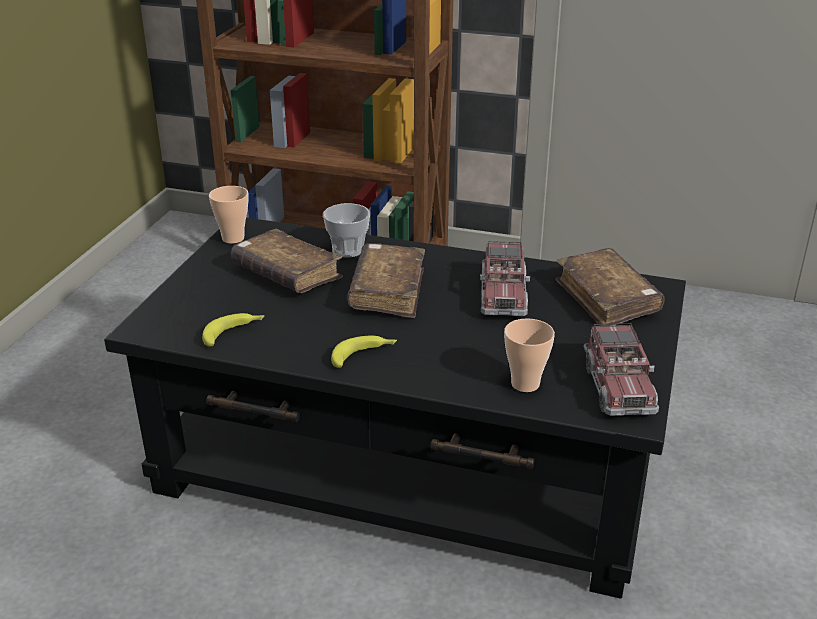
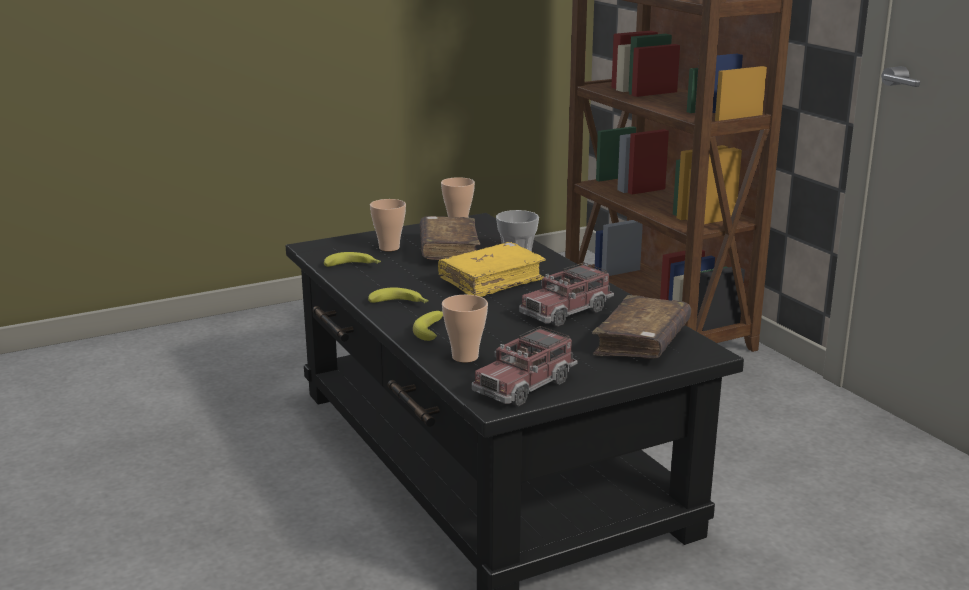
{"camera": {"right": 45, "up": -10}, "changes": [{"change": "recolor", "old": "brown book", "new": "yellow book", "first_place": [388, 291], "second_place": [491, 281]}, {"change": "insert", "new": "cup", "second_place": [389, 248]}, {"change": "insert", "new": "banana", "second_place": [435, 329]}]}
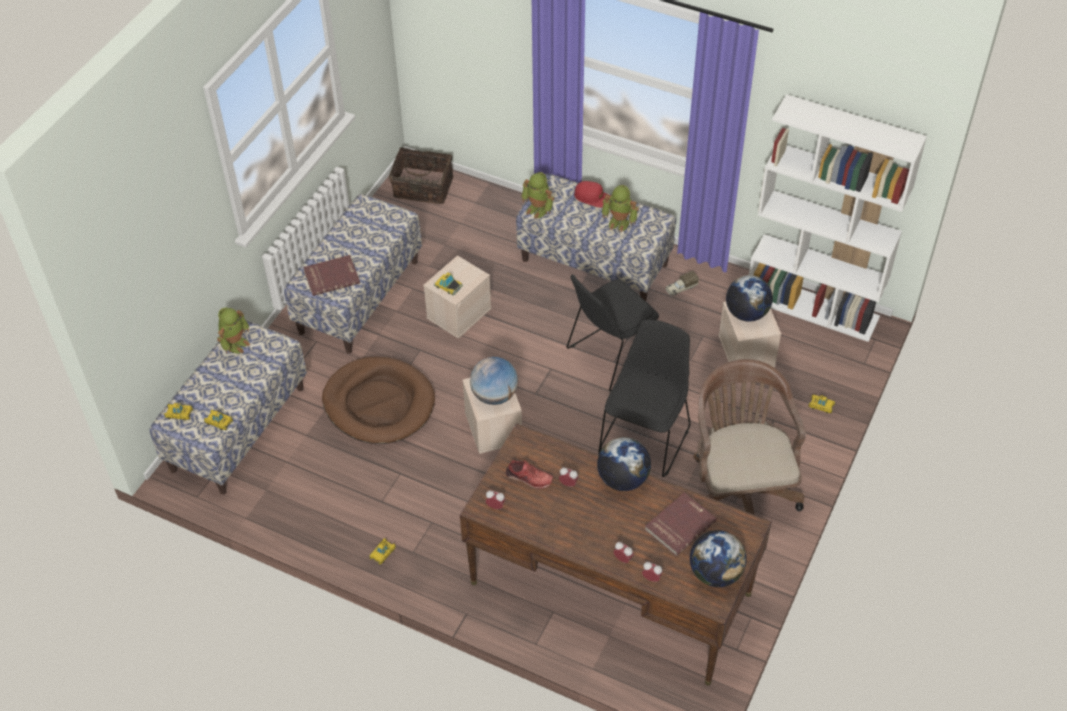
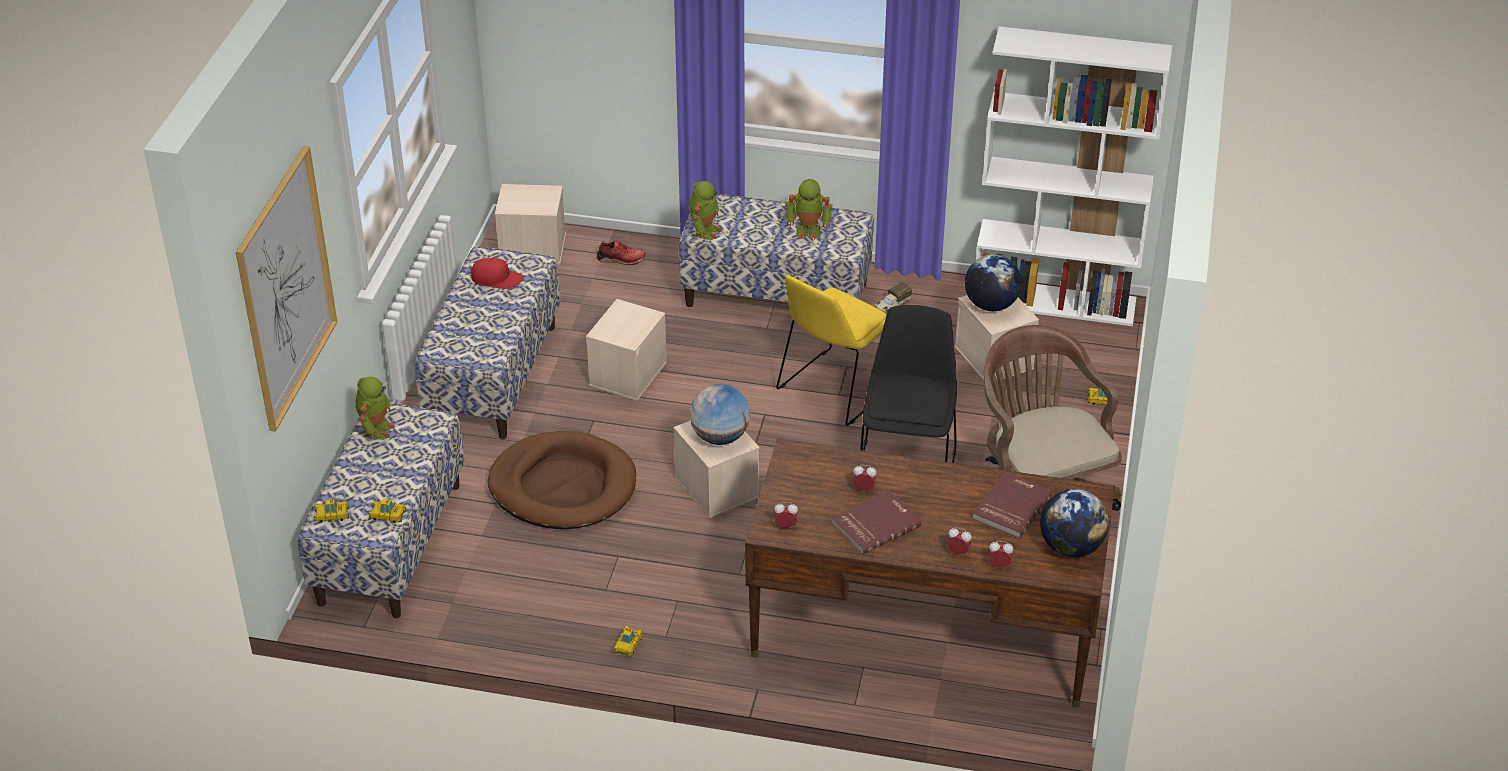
{"camera": {"right": -15, "up": -10}, "changes": [{"change": "move", "old": "red book", "first_place": [331, 276], "second_place": [875, 524]}, {"change": "replace", "old": "basket", "new": "beige storage box", "first_place": [422, 189], "second_place": [531, 248]}, {"change": "delete", "old": "toy car", "first_place": [448, 286]}, {"change": "move", "old": "red shoe", "first_place": [529, 478], "second_place": [620, 259]}, {"change": "rotate", "old": "toy robot", "first_place": [538, 209], "second_place": [704, 230], "degrees": -90}, {"change": "recolor", "old": "black chair", "new": "yellow chair", "first_place": [611, 357], "second_place": [833, 390]}, {"change": "move", "old": "red cap", "first_place": [593, 197], "second_place": [497, 279]}, {"change": "delete", "old": "globe", "first_place": [622, 479]}, {"change": "insert", "new": "picture", "second_place": [286, 288]}]}
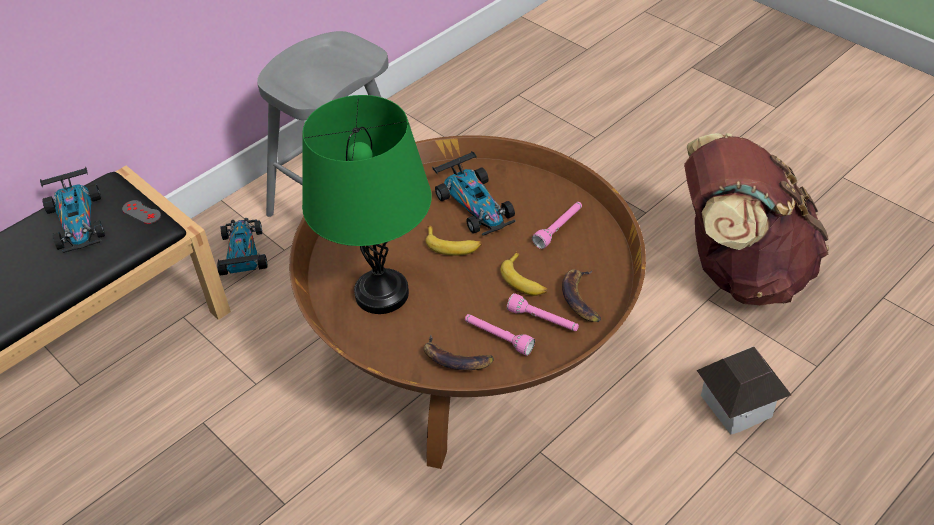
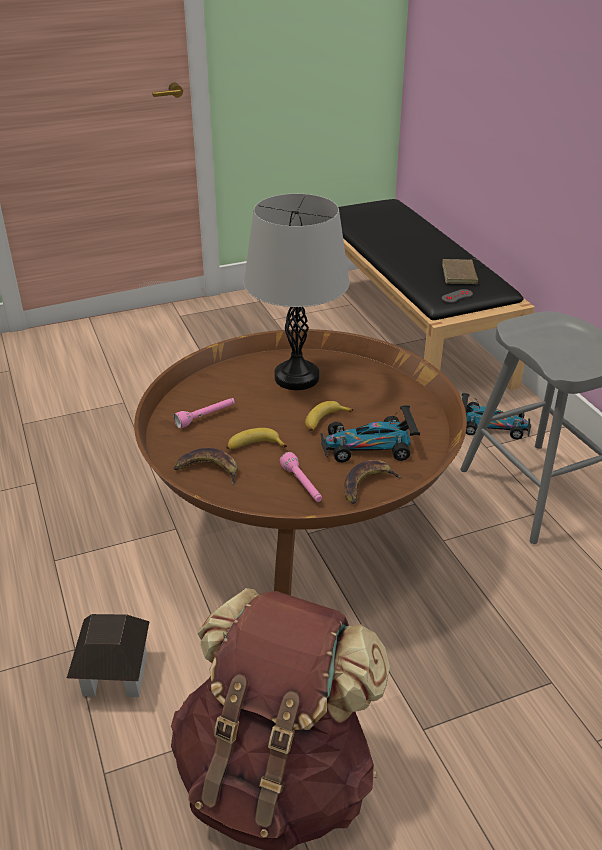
{"camera": {"right": 110, "up": -10}, "changes": [{"change": "replace", "old": "toy car", "new": "brown book", "first_place": [78, 221], "second_place": [461, 274]}, {"change": "recolor", "old": "green table lamp", "new": "grey table lamp", "first_place": [382, 293], "second_place": [297, 377]}, {"change": "move", "old": "banana", "first_place": [455, 359], "second_place": [367, 485]}, {"change": "delete", "old": "pink flashlight", "first_place": [543, 320]}]}
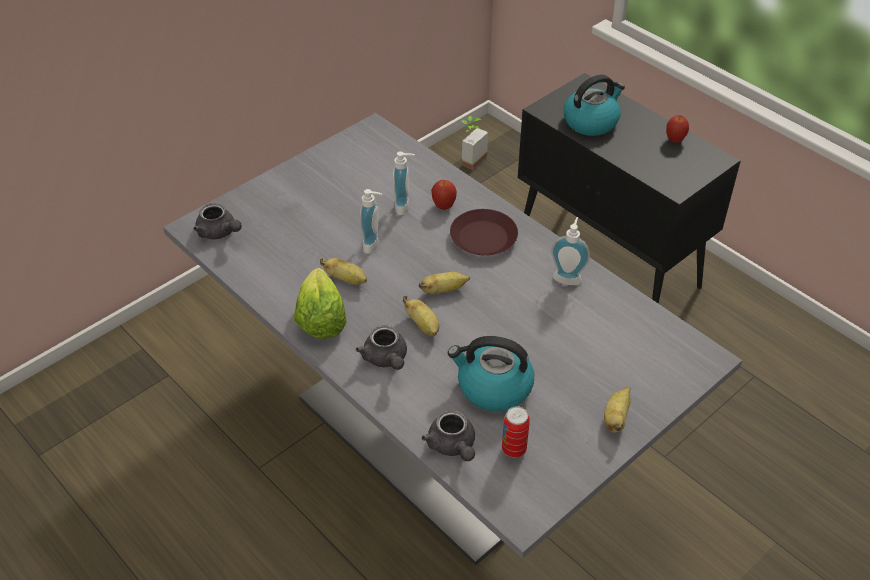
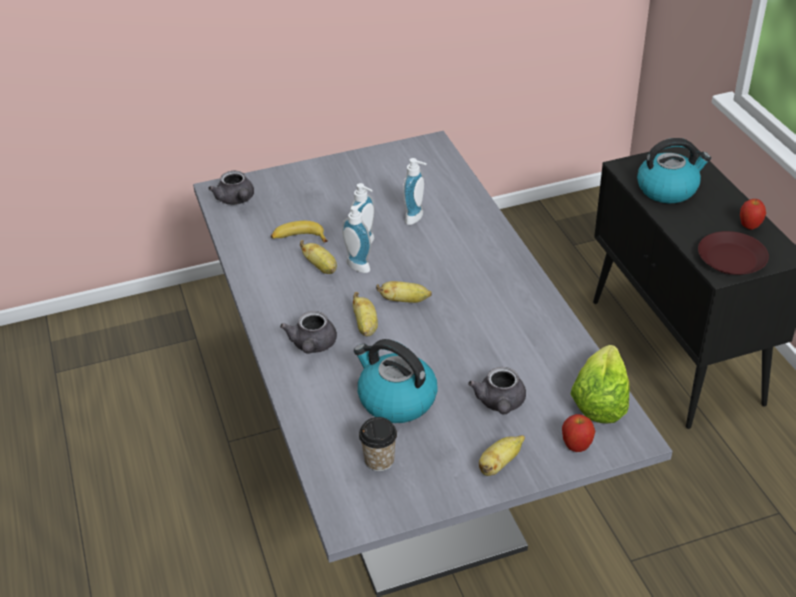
{"camera": {"right": 25, "up": -5}, "changes": [{"change": "move", "old": "lettuce", "first_place": [320, 319], "second_place": [599, 401]}, {"change": "move", "old": "grey teapot", "first_place": [453, 446], "second_place": [500, 404]}, {"change": "move", "old": "apple", "first_place": [443, 206], "second_place": [576, 446]}, {"change": "move", "old": "brown plate", "first_place": [483, 238], "second_place": [731, 259]}, {"change": "delete", "old": "potted plant", "first_place": [469, 159]}, {"change": "replace", "old": "can", "new": "cup", "first_place": [514, 449], "second_place": [379, 460]}, {"change": "move", "old": "soap dispenser", "first_place": [568, 277], "second_place": [360, 264]}, {"change": "insert", "new": "banana", "second_place": [298, 238]}]}
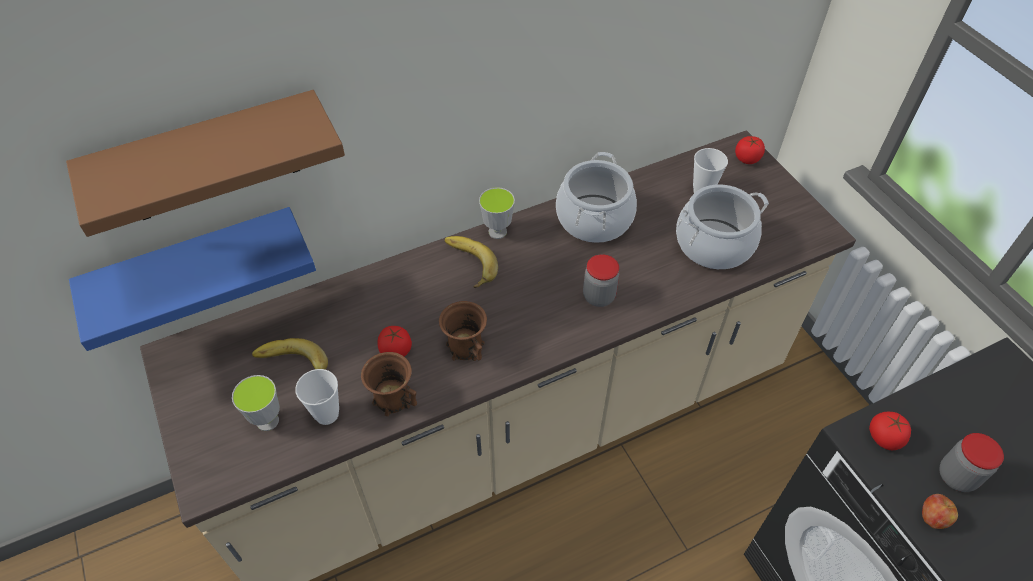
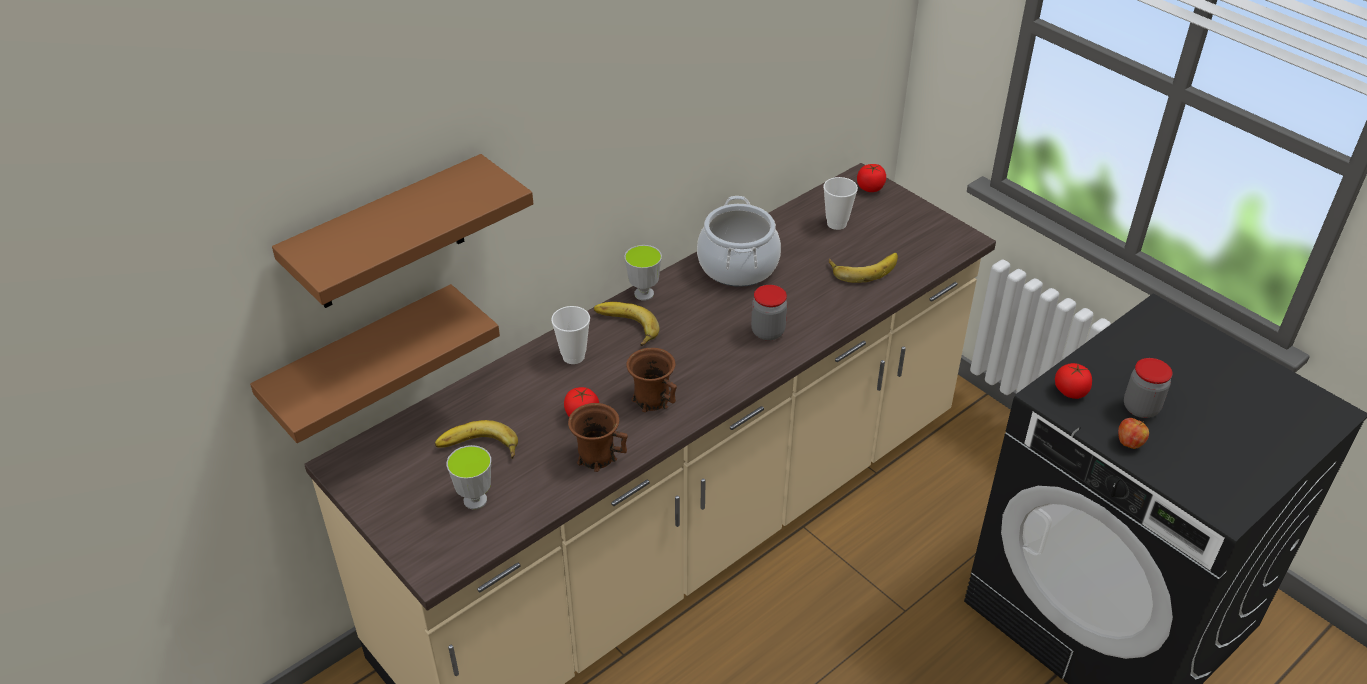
{"camera": {"right": -15, "up": -10}, "changes": [{"change": "recolor", "old": "blue shelf", "new": "brown shelf", "first_place": [196, 268], "second_place": [362, 364]}, {"change": "move", "old": "cup", "first_place": [327, 414], "second_place": [573, 356]}, {"change": "replace", "old": "cooking pot", "new": "banana", "first_place": [713, 244], "second_place": [863, 267]}]}
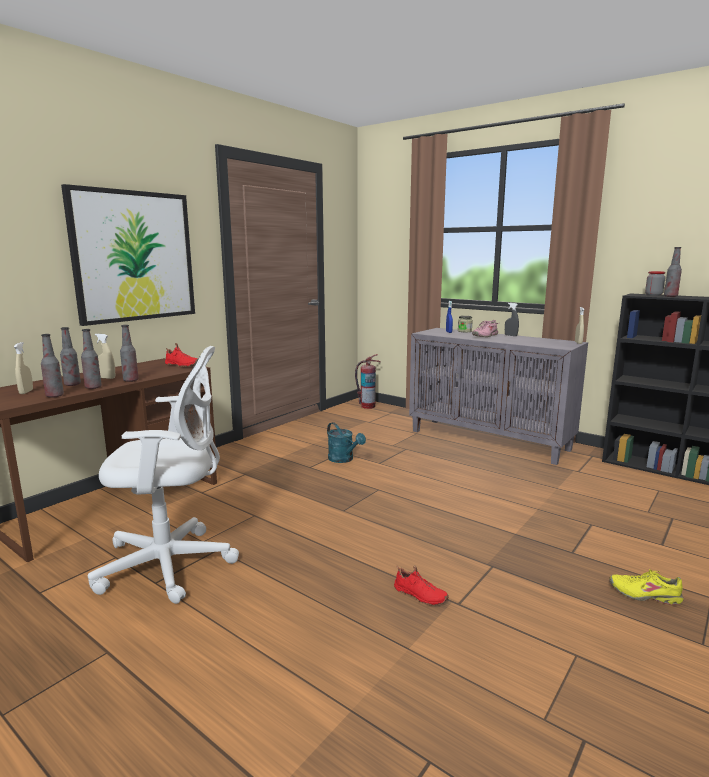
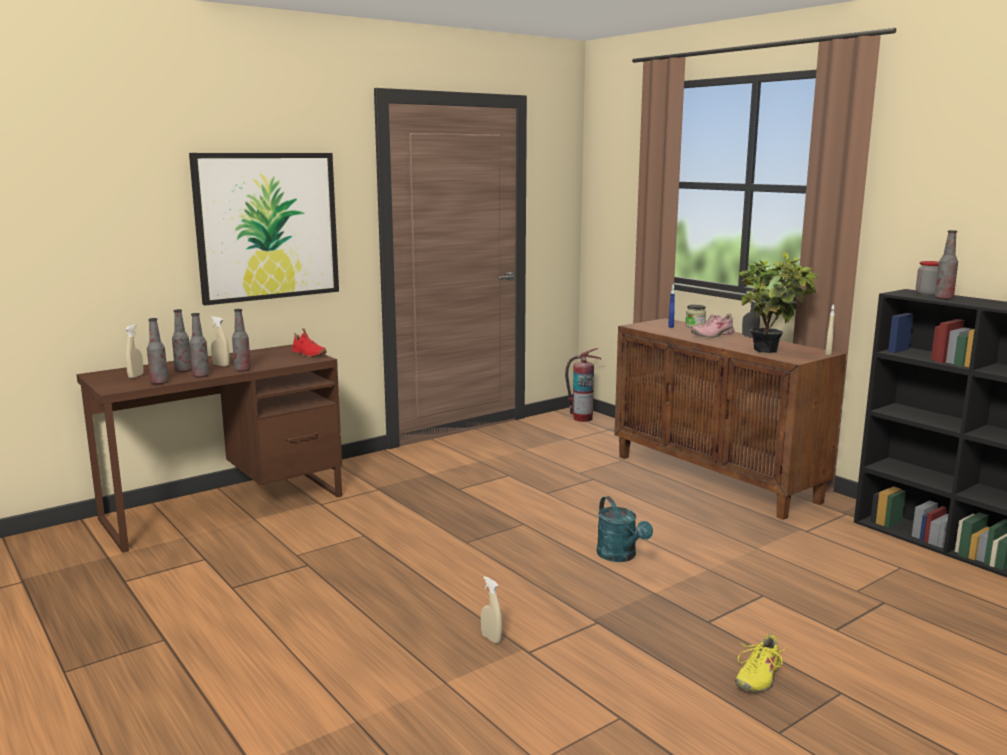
{"camera": {"right": 15, "up": 0}, "changes": [{"change": "delete", "old": "white office chair", "first_place": [172, 564]}, {"change": "move", "old": "turquoise watering can", "first_place": [344, 459], "second_place": [620, 556]}, {"change": "replace", "old": "red shoe", "new": "beige spray bottle", "first_place": [419, 596], "second_place": [491, 638]}, {"change": "recolor", "old": "grey cabinet", "new": "brown cabinet", "first_place": [489, 440], "second_place": [716, 478]}, {"change": "rotate", "old": "yellow shoe", "first_place": [644, 594], "second_place": [757, 676], "degrees": -90}, {"change": "insert", "new": "potted plant", "second_place": [772, 351]}]}
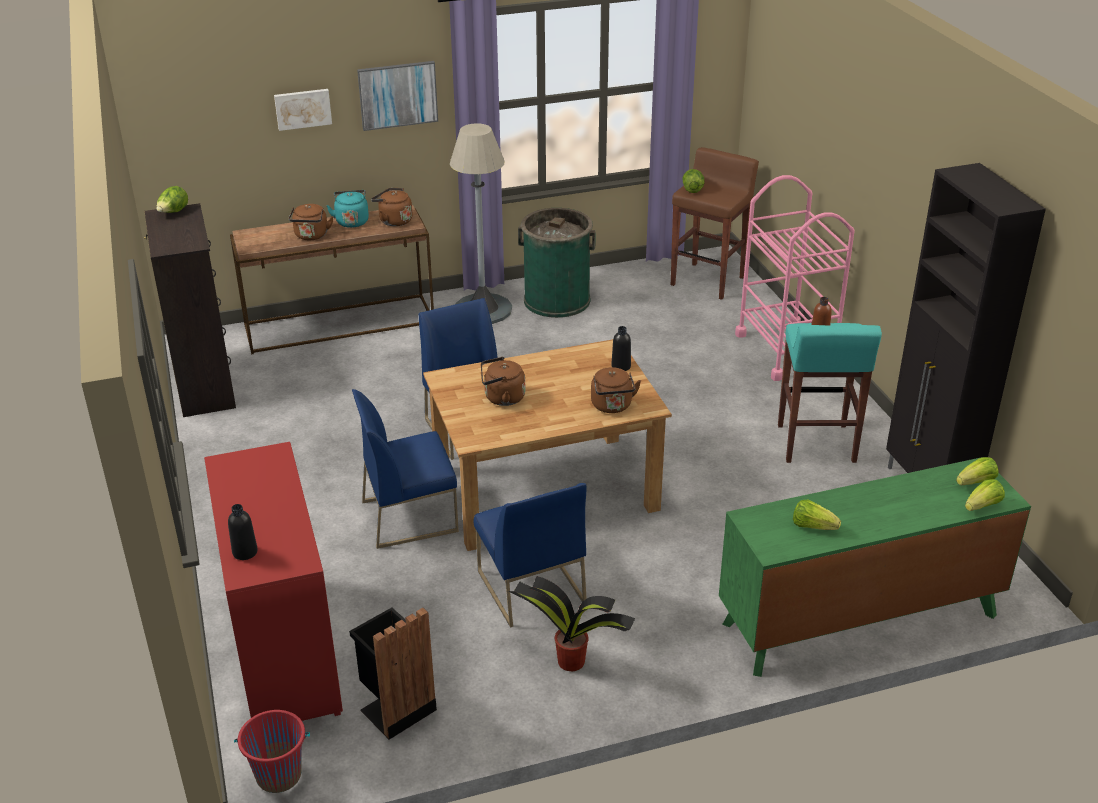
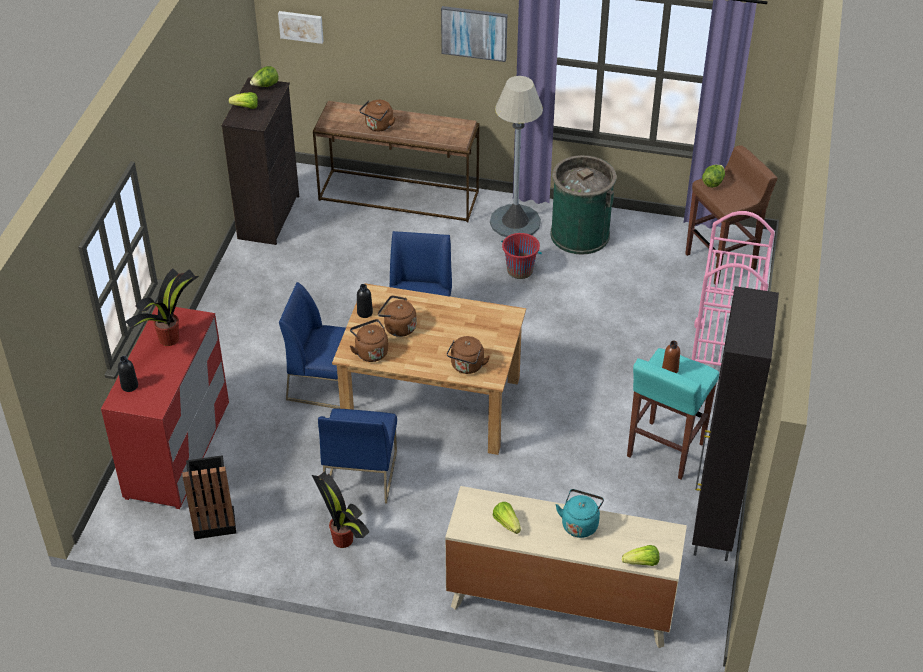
{"camera": {"right": 30, "up": 10}, "changes": [{"change": "move", "old": "red bucket", "first_place": [279, 775], "second_place": [520, 270]}, {"change": "move", "old": "picture", "first_place": [303, 108], "second_place": [301, 26]}, {"change": "move", "old": "turquoise kettle", "first_place": [351, 221], "second_place": [580, 524]}, {"change": "move", "old": "brown kettle", "first_place": [393, 221], "second_place": [370, 351]}, {"change": "move", "old": "black bottle", "first_place": [621, 366], "second_place": [365, 313]}, {"change": "recolor", "old": "green dresser", "new": "beige dresser", "first_place": [859, 620], "second_place": [560, 602]}, {"change": "move", "old": "lettuce", "first_place": [976, 483], "second_place": [245, 107]}, {"change": "insert", "new": "potted plant", "second_place": [170, 338]}]}
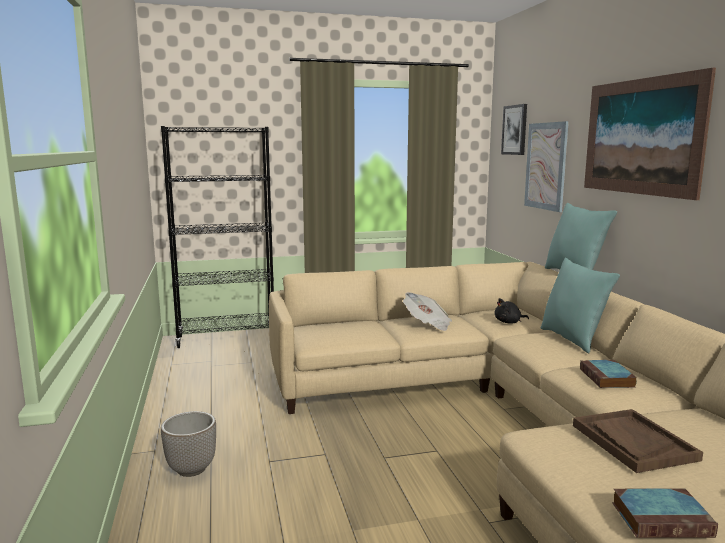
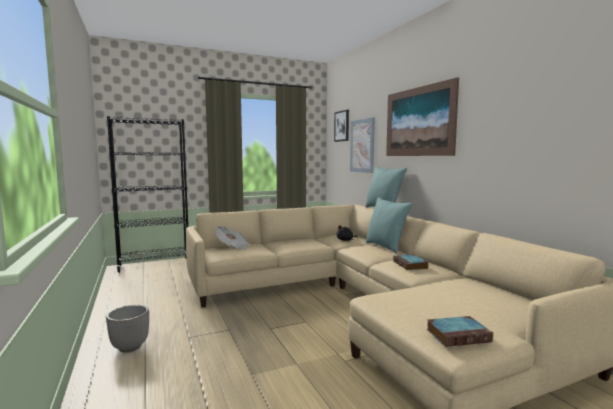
{"camera": {"right": -10, "up": -5}, "changes": [{"change": "move", "old": "newspaper", "first_place": [427, 324], "second_place": [233, 247]}, {"change": "delete", "old": "brown tray", "first_place": [633, 442]}]}
